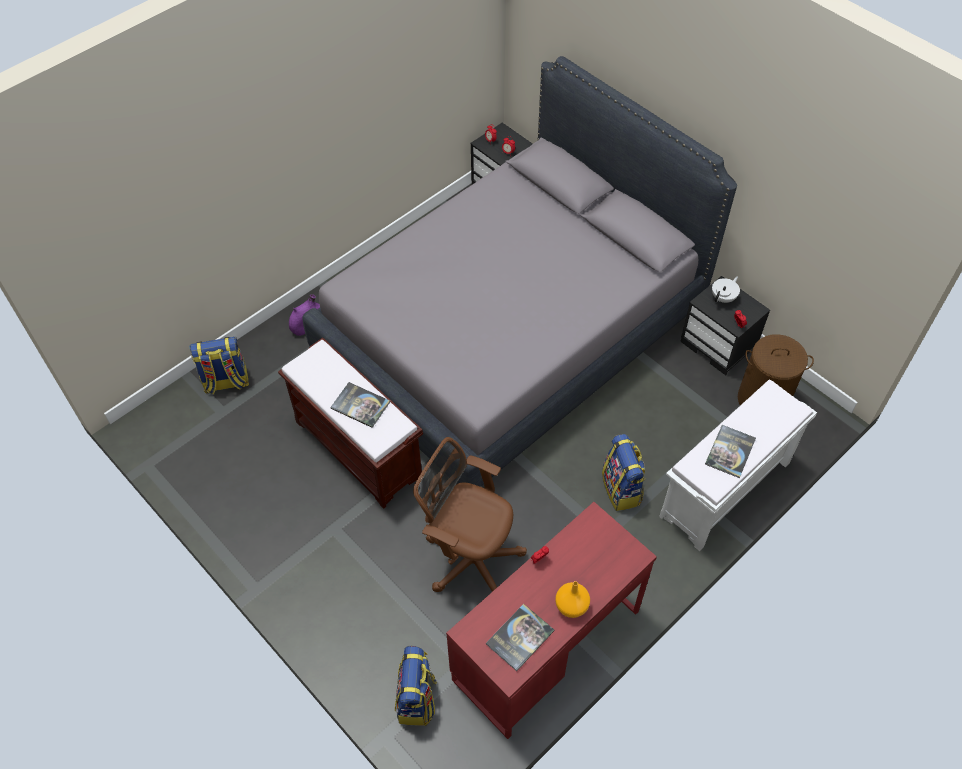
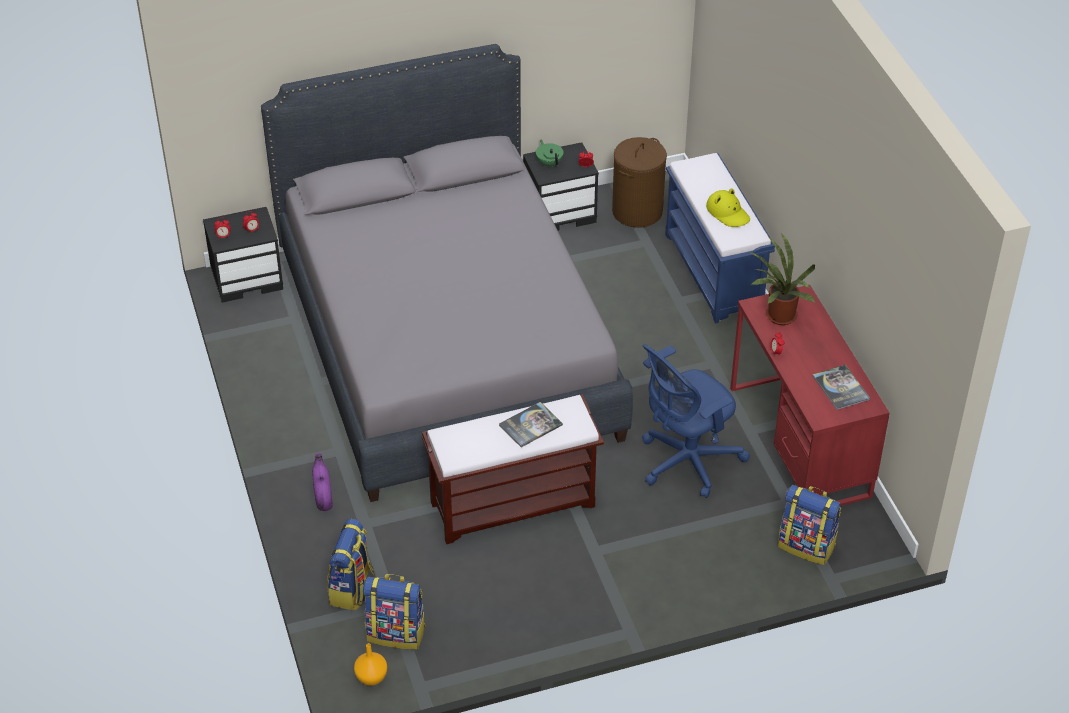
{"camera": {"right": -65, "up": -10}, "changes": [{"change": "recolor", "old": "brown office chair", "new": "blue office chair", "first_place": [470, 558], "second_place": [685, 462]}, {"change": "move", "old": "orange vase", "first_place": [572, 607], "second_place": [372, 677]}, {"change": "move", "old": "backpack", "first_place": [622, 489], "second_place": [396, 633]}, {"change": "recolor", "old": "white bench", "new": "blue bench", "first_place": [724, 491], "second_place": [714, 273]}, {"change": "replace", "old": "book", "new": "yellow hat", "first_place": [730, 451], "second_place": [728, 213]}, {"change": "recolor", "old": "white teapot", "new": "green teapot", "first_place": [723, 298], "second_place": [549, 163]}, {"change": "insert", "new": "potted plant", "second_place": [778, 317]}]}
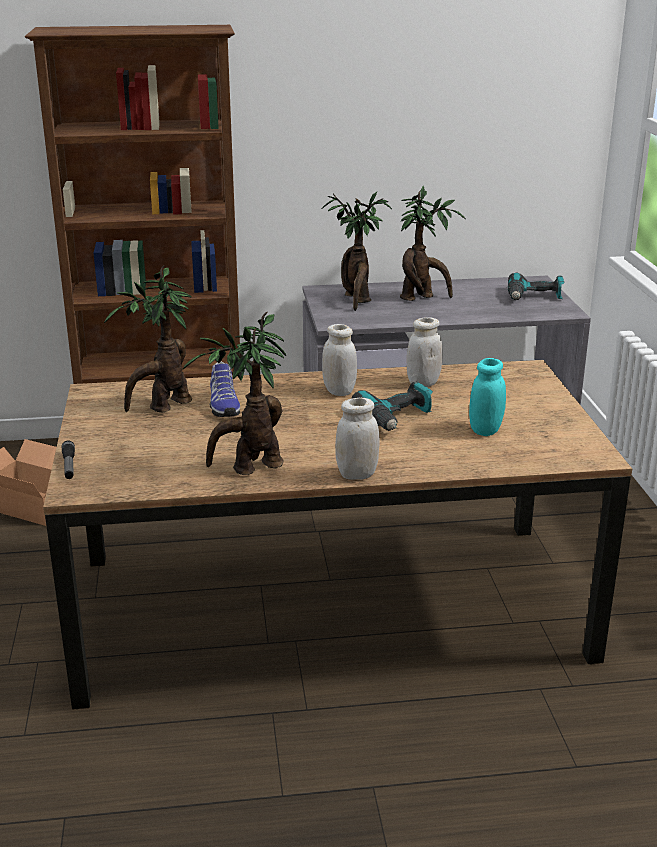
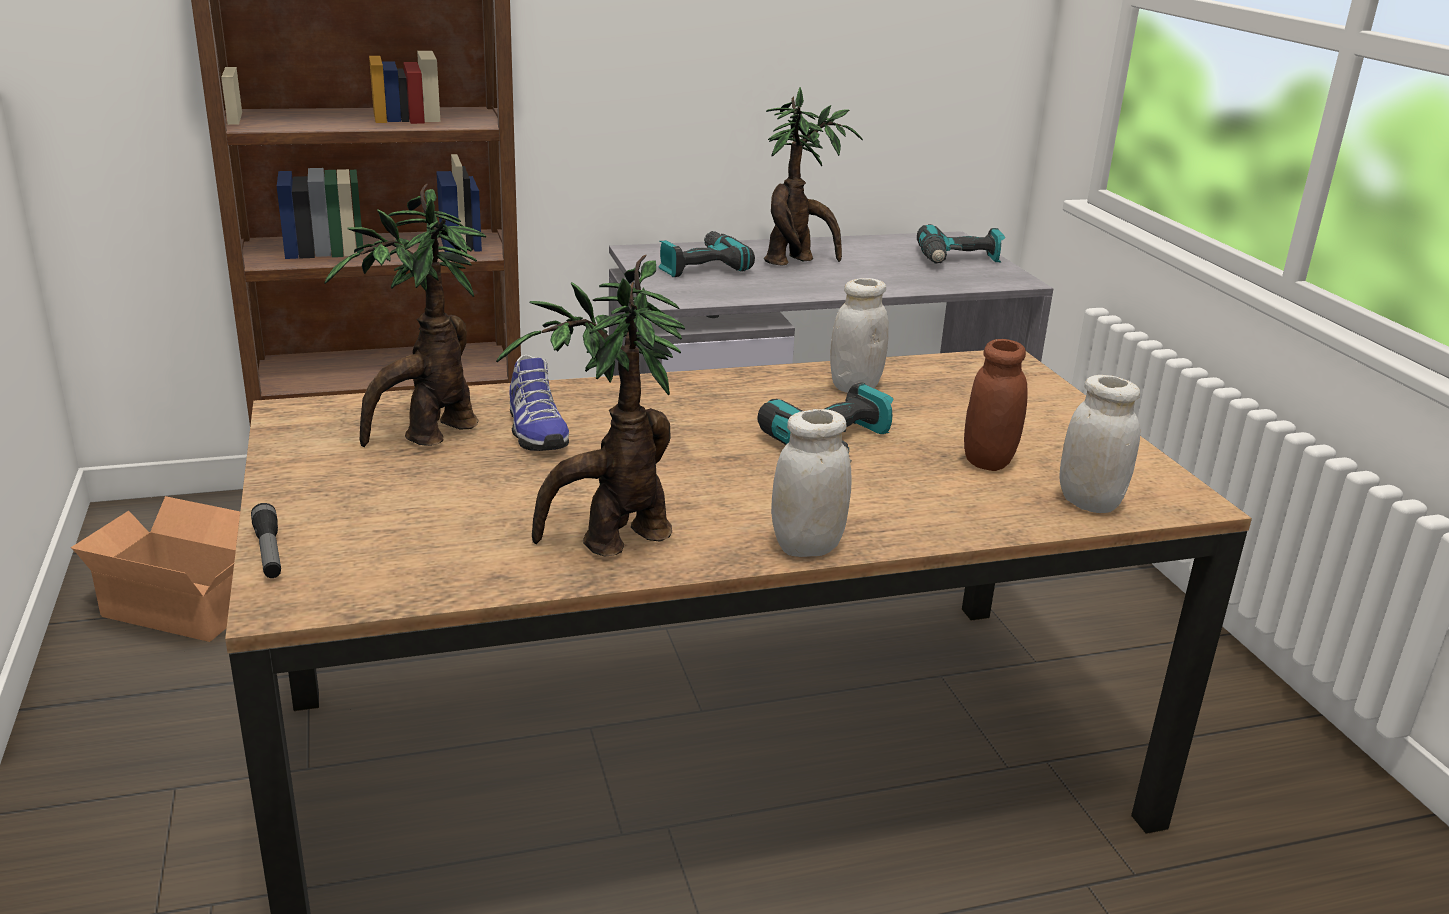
{"camera": {"right": -10, "up": 0}, "changes": [{"change": "replace", "old": "potted plant", "new": "power drill", "first_place": [357, 301], "second_place": [700, 266]}, {"change": "move", "old": "white jar", "first_place": [339, 391], "second_place": [1089, 503]}, {"change": "recolor", "old": "turquoise jar", "new": "brown jar", "first_place": [485, 430], "second_place": [988, 461]}]}
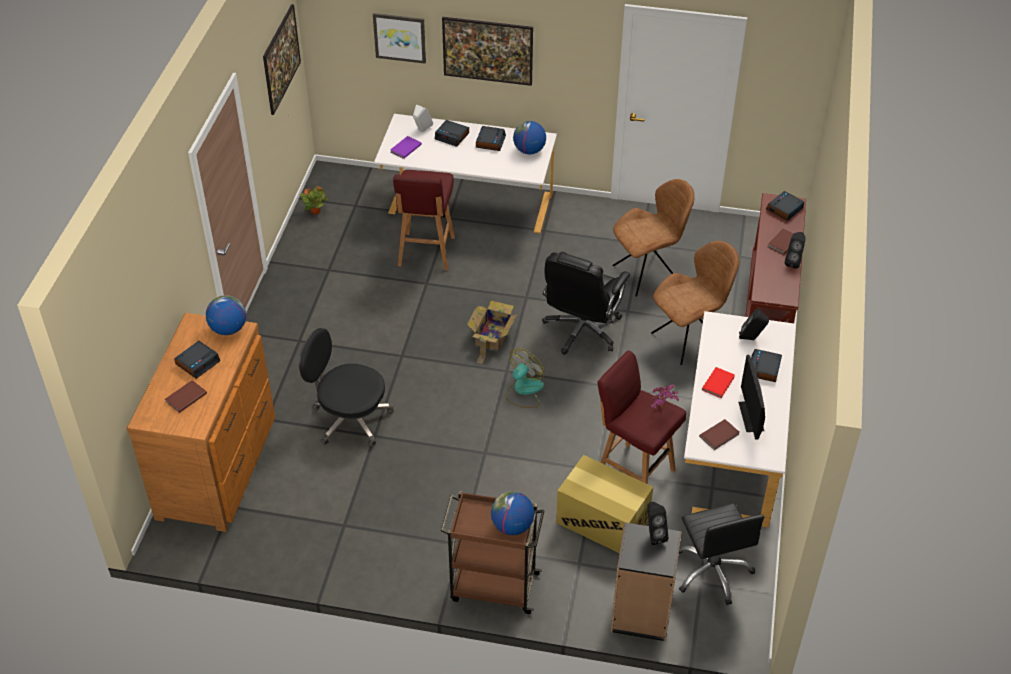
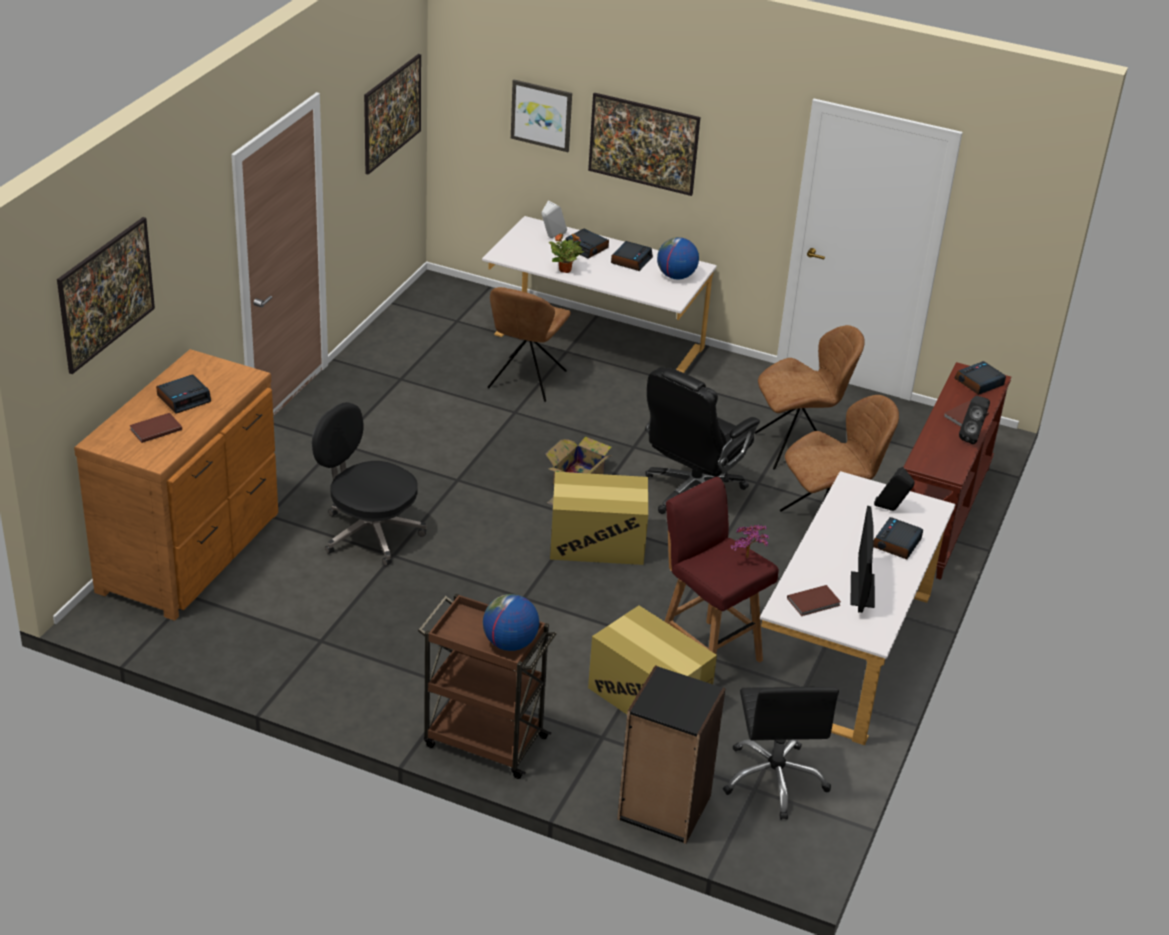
{"camera": {"right": 10, "up": -10}, "changes": [{"change": "delete", "old": "globe", "first_place": [228, 329]}, {"change": "move", "old": "potted plant", "first_place": [316, 211], "second_place": [565, 270]}, {"change": "delete", "old": "purple book", "first_place": [405, 148]}, {"change": "replace", "old": "red stool", "new": "brown chair", "first_place": [426, 252], "second_place": [526, 381]}, {"change": "replace", "old": "fan", "new": "cardboard box", "first_place": [524, 391], "second_place": [596, 542]}, {"change": "delete", "old": "black speaker", "first_place": [653, 535]}, {"change": "delete", "old": "red book", "first_place": [719, 383]}, {"change": "insert", "new": "picture", "second_place": [108, 317]}]}
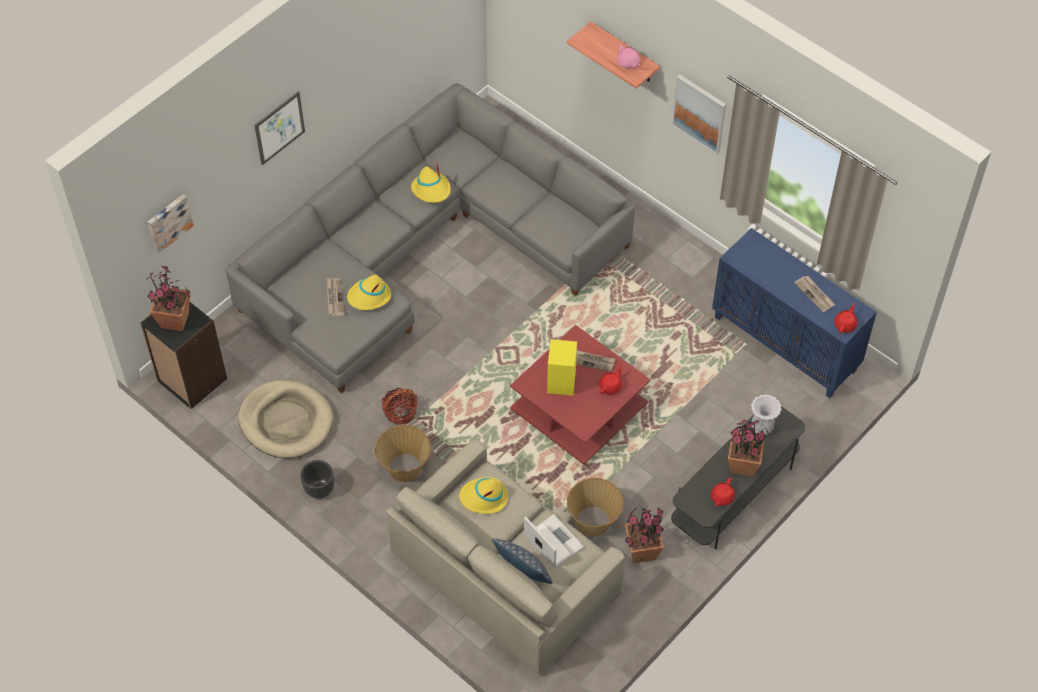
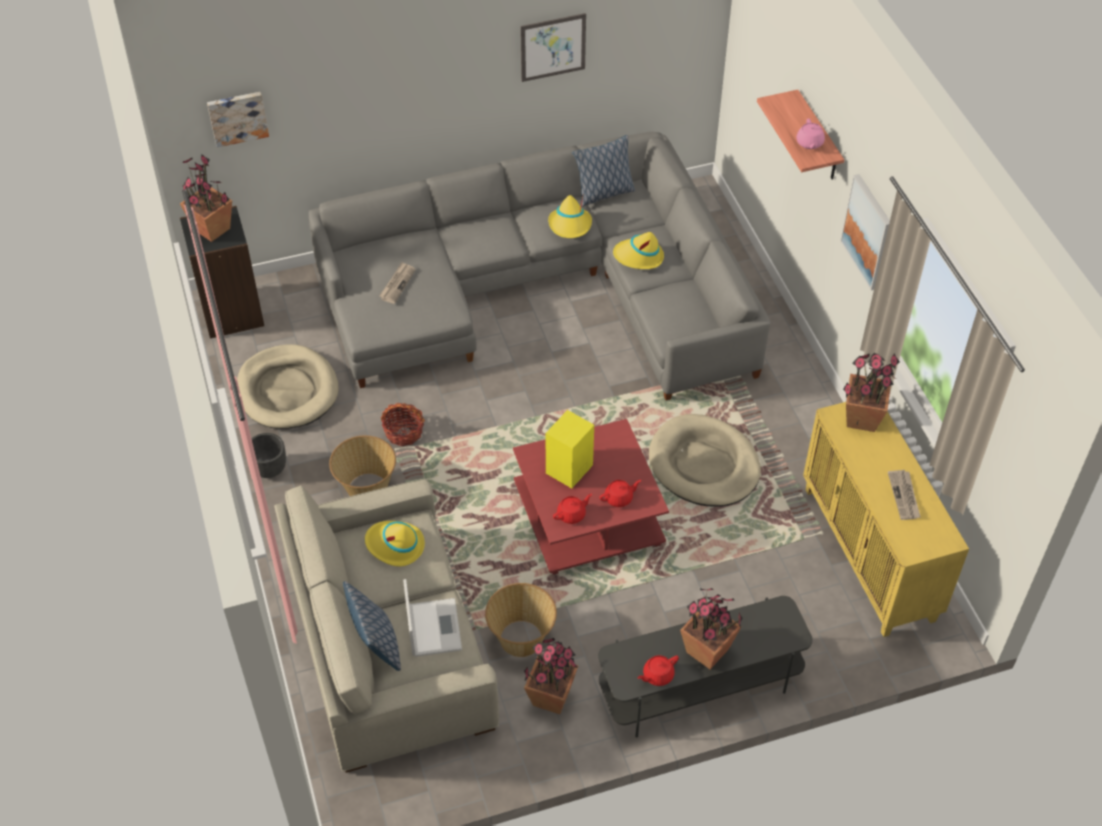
{"camera": {"right": 30, "up": -5}, "changes": [{"change": "move", "old": "picture", "first_place": [279, 128], "second_place": [553, 47]}, {"change": "move", "old": "yellow hat", "first_place": [369, 297], "second_place": [638, 257]}, {"change": "delete", "old": "newspaper", "first_place": [591, 361]}, {"change": "recolor", "old": "blue cabinet", "new": "yellow cabinet", "first_place": [786, 344], "second_place": [870, 554]}, {"change": "delete", "old": "white vase", "first_place": [761, 428]}, {"change": "move", "old": "red teapot", "first_place": [845, 325], "second_place": [572, 514]}, {"change": "insert", "new": "pillow", "second_place": [603, 193]}, {"change": "insert", "new": "beige dog bed", "second_place": [704, 465]}, {"change": "insert", "new": "potted plant", "second_place": [861, 418]}]}
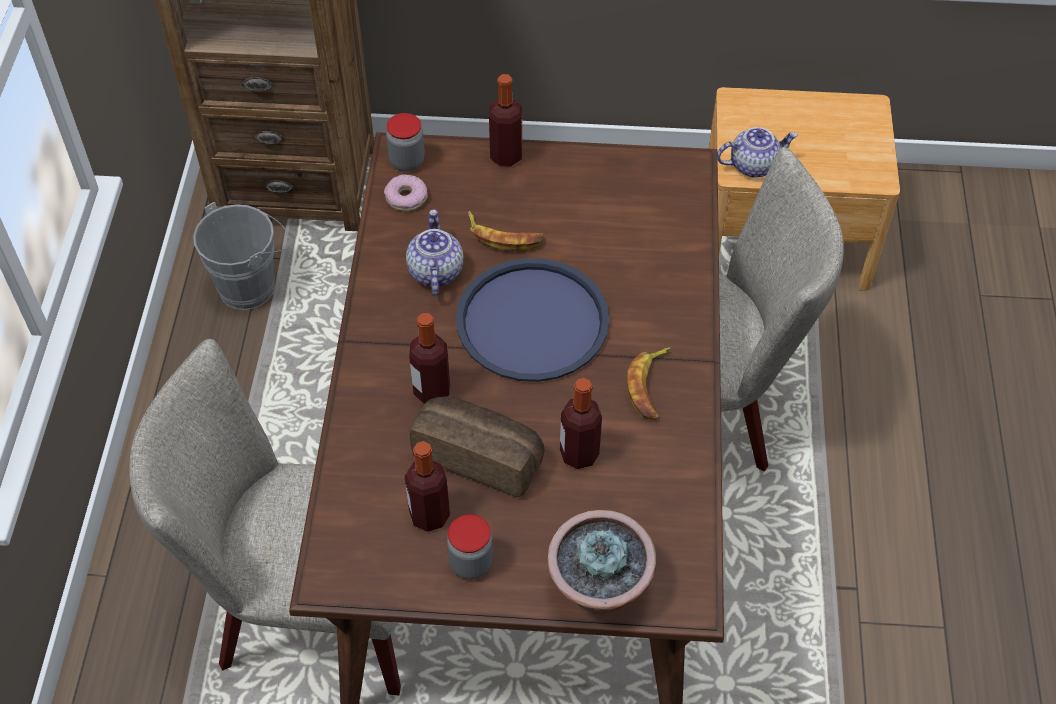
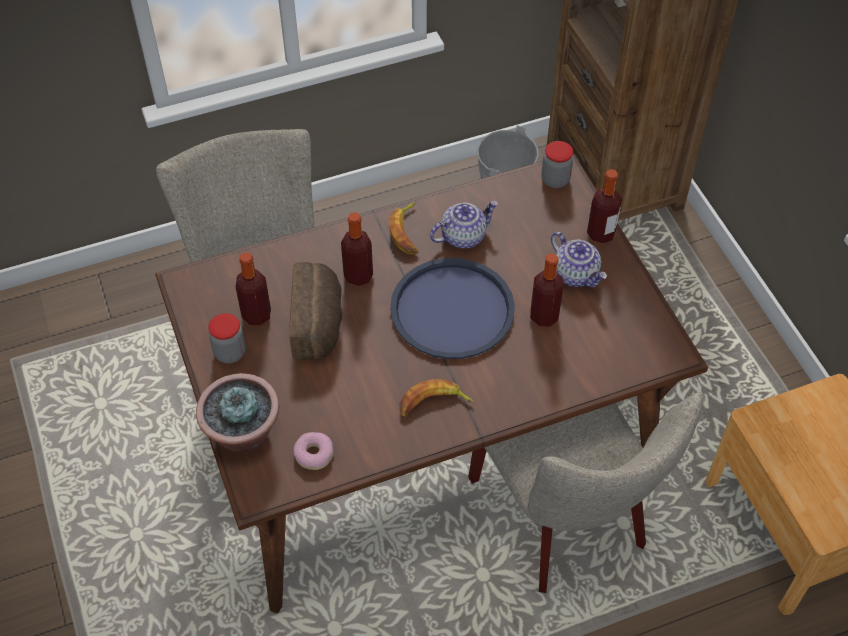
{"camera": {"right": 65, "up": 0}, "changes": [{"change": "move", "old": "donut", "first_place": [406, 198], "second_place": [314, 454]}, {"change": "move", "old": "banana", "first_place": [504, 236], "second_place": [407, 232]}, {"change": "move", "old": "bottle", "first_place": [579, 454], "second_place": [544, 316]}, {"change": "move", "old": "teapot", "first_place": [753, 165], "second_place": [576, 274]}]}
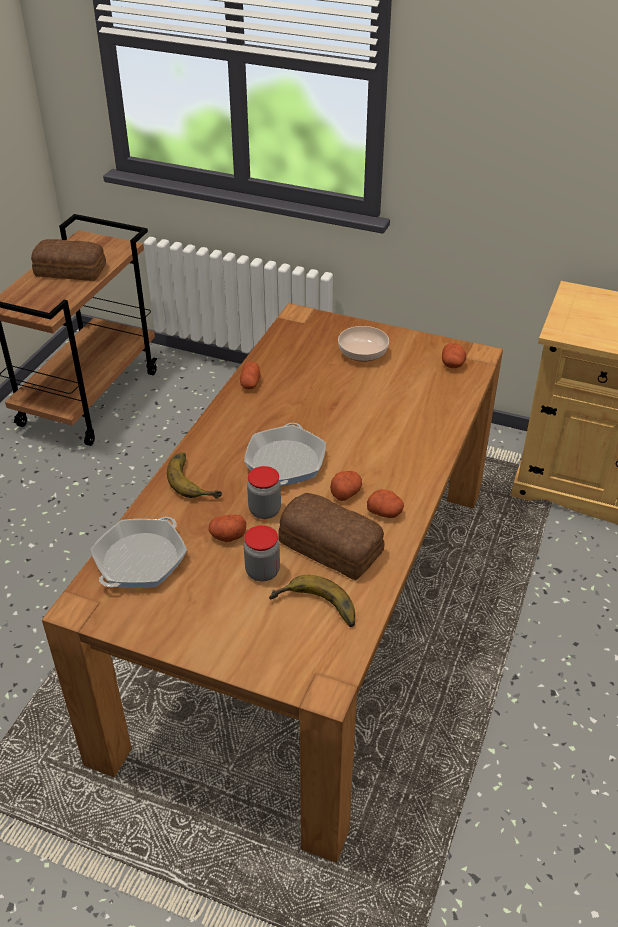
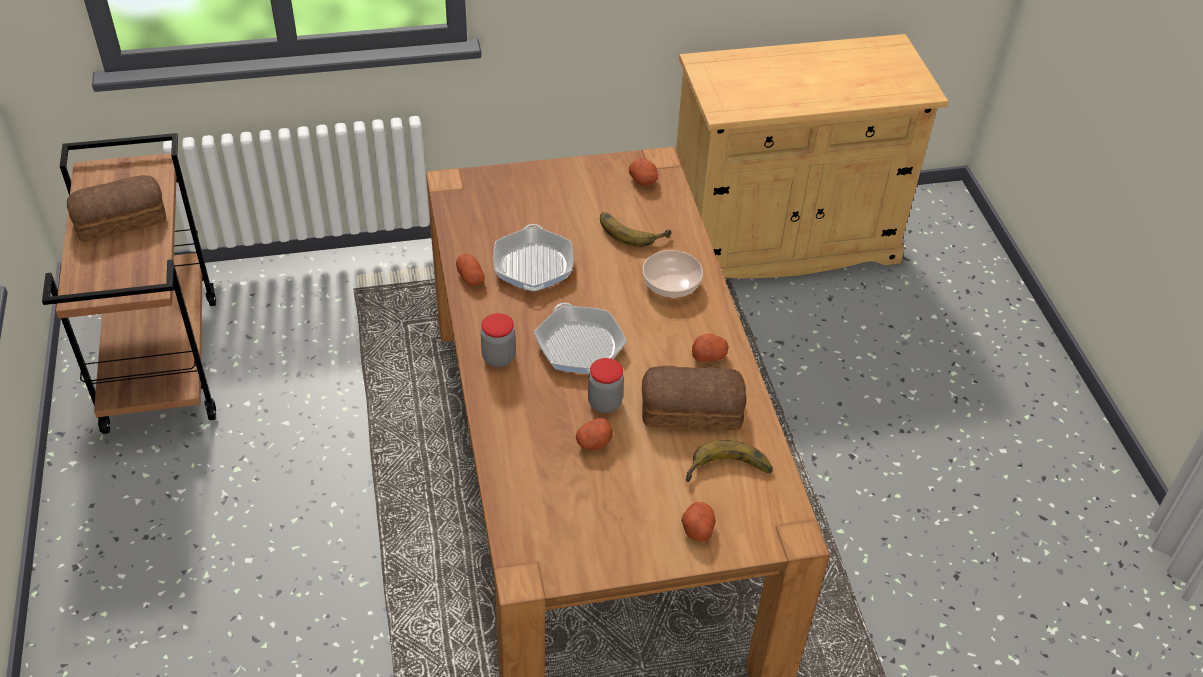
{"camera": {"right": -35, "up": 5}, "changes": [{"change": "move", "old": "frying pan", "first_place": [140, 560], "second_place": [533, 265]}, {"change": "move", "old": "banana", "first_place": [196, 479], "second_place": [632, 229]}, {"change": "move", "old": "jar", "first_place": [262, 571], "second_place": [498, 357]}, {"change": "move", "old": "potato", "first_place": [345, 492], "second_place": [697, 528]}, {"change": "move", "old": "bowl", "first_place": [362, 353], "second_place": [670, 284]}]}
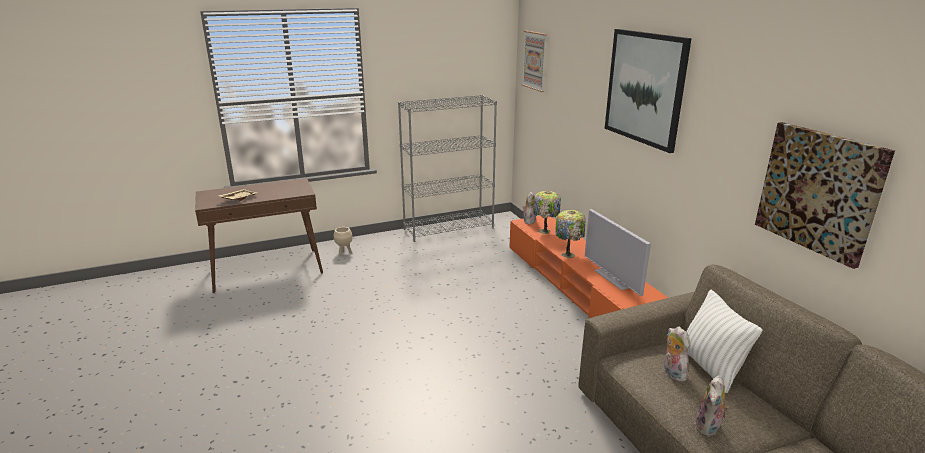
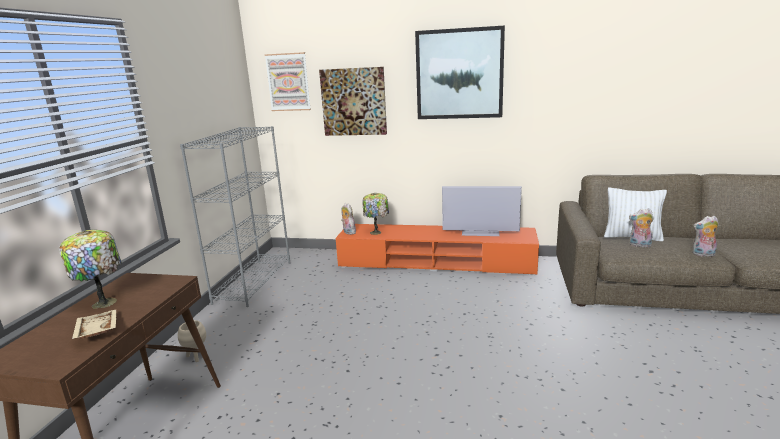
{"camera": {"right": -55, "up": -5}, "changes": [{"change": "move", "old": "table lamp", "first_place": [568, 254], "second_place": [104, 302]}, {"change": "rotate", "old": "plush toy", "first_place": [709, 428], "second_place": [703, 254], "degrees": 120}, {"change": "move", "old": "picture", "first_place": [819, 191], "second_place": [354, 102]}]}
